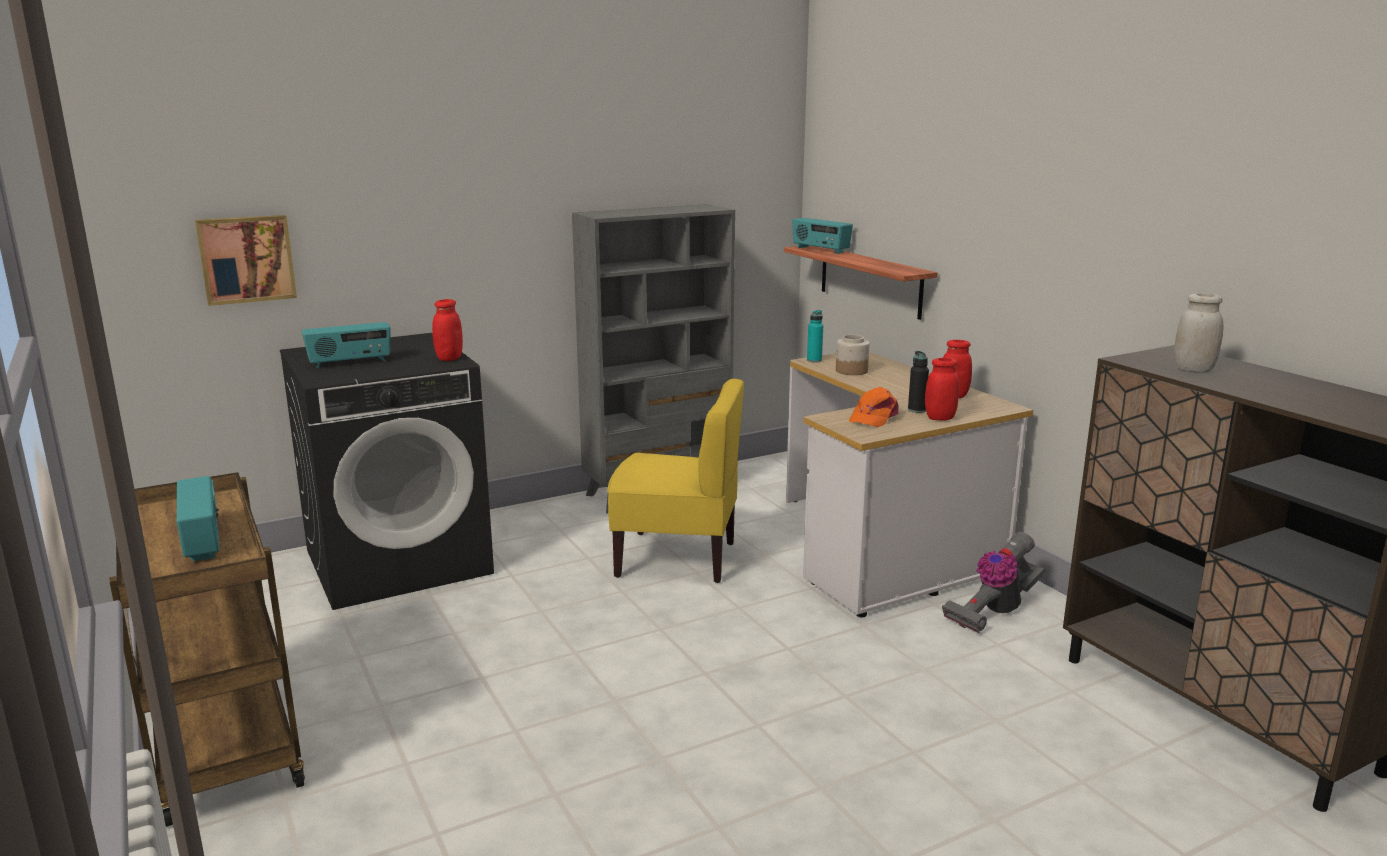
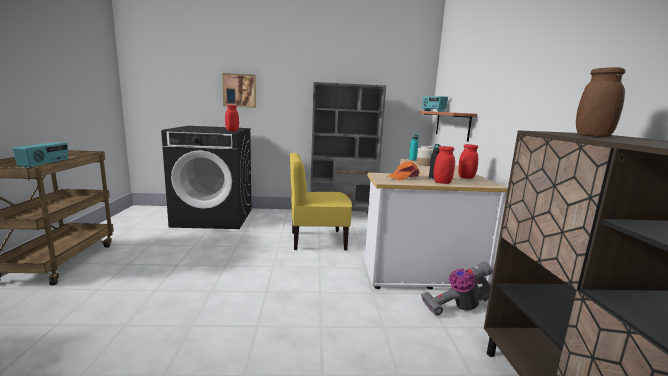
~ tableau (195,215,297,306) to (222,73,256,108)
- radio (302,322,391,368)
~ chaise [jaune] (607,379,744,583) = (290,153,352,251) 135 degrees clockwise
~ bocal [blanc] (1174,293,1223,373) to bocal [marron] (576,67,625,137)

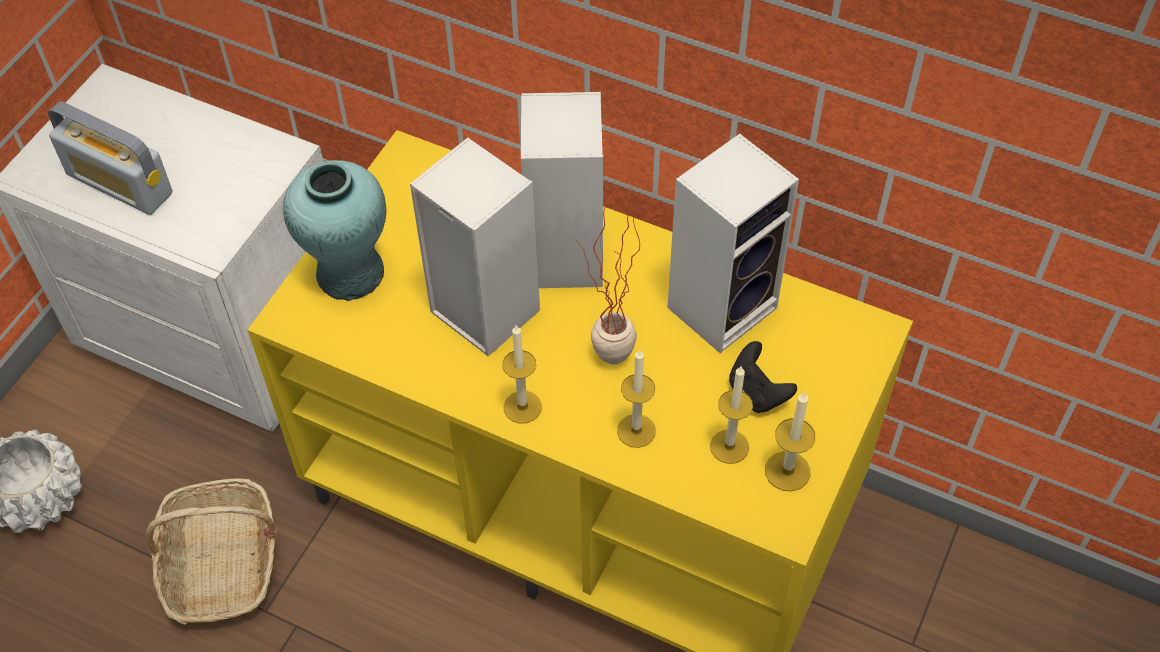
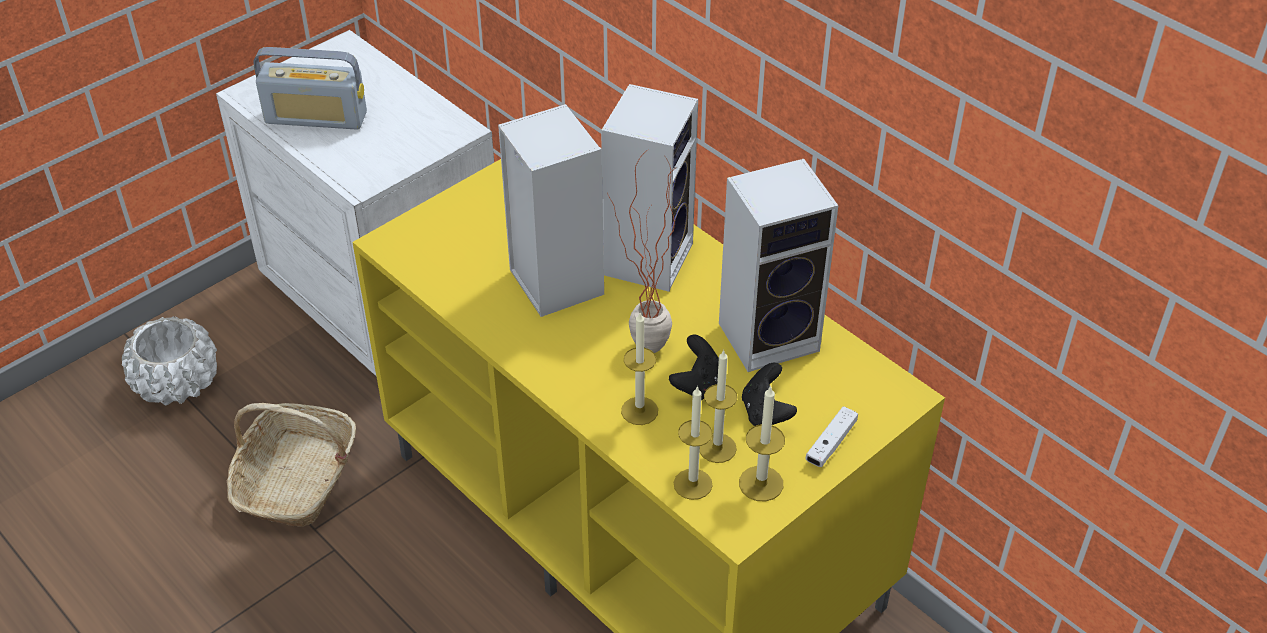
~ radio (48,101,172,215) = (253,47,367,130) 45 degrees counterclockwise
- vase [turquoise] (283,160,386,301)
~ bougie (502,325,542,424) to (674,386,713,500)
+ manette [noir] (669,335,719,401)
+ manette [blanc] (805,406,858,467)

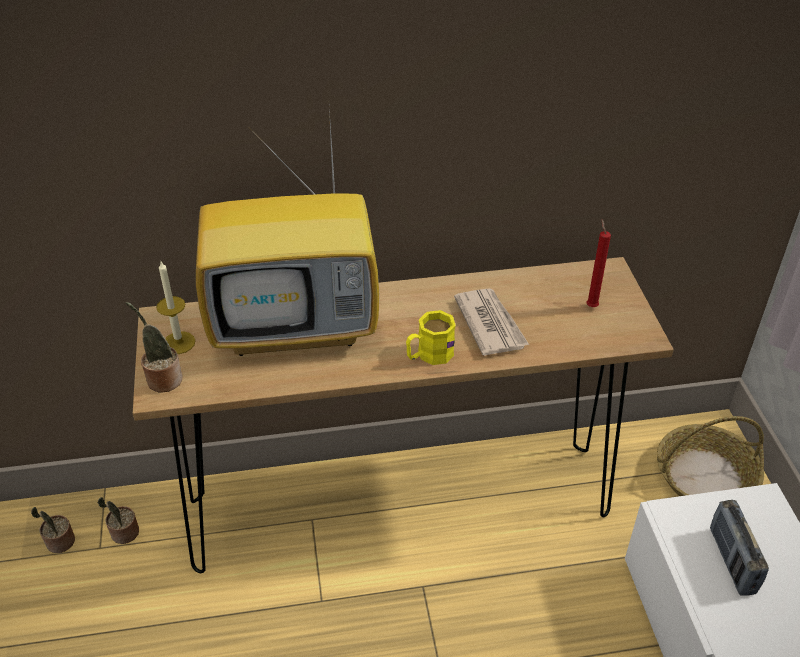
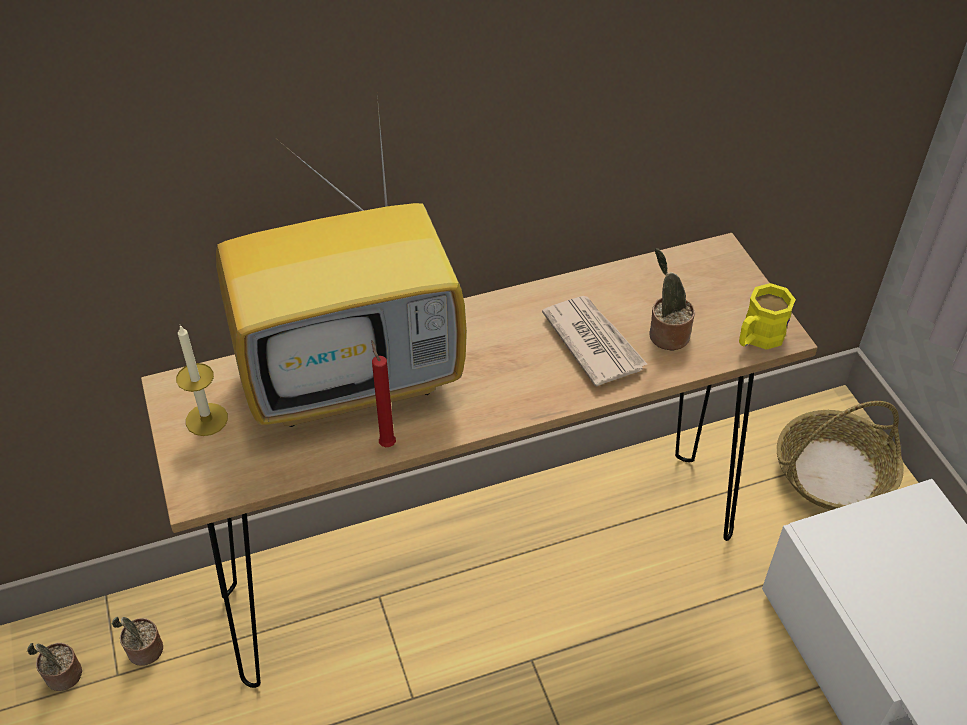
~ plante en pot (126,302,182,393) to (649,249,695,351)
~ mug [jaune] (406,310,456,365) to (739,283,796,350)
~ bougie [rouge] (586,219,611,307) to (371,341,396,447)
- radio (710,500,769,596)

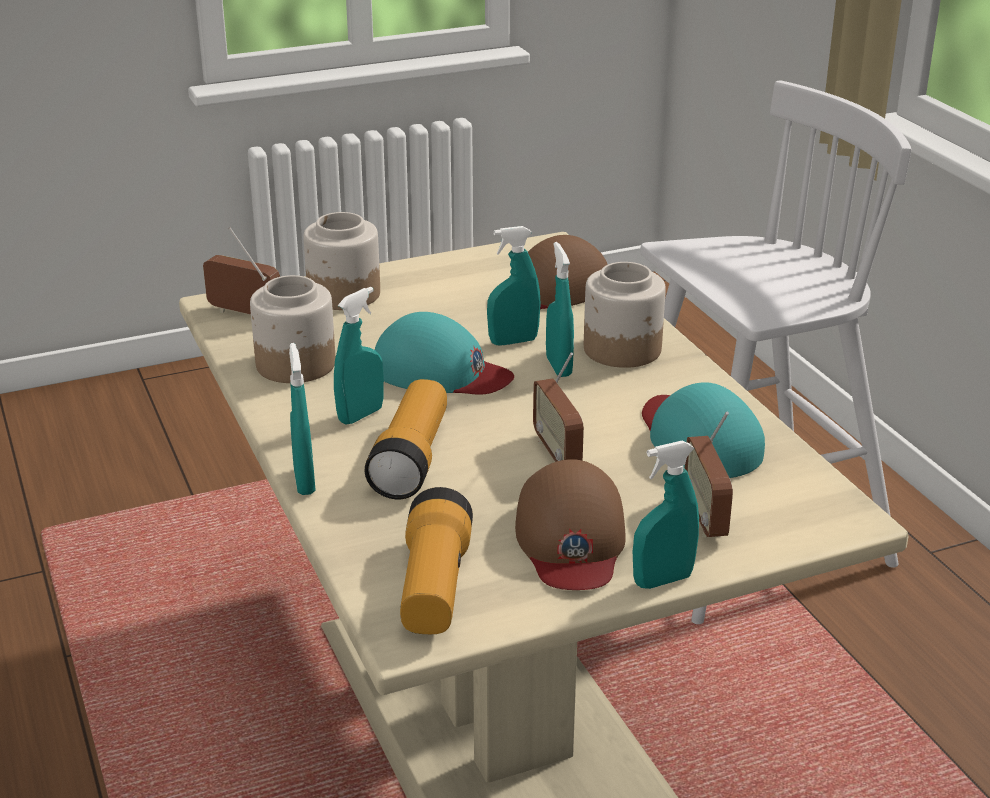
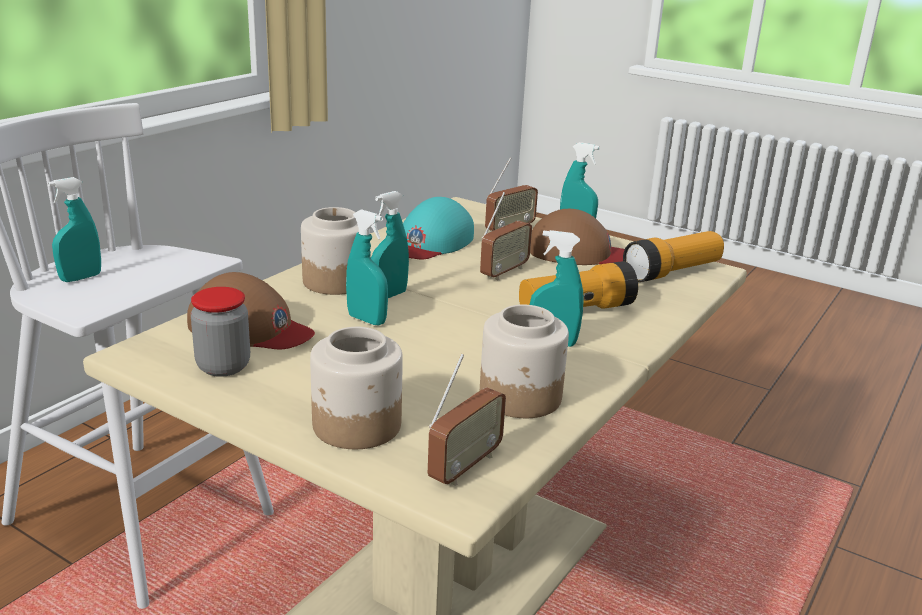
~ radio (203,228,280,315) = (428,354,506,486) 135 degrees counterclockwise
~ vaporisateur [turquoise] (289,343,316,495) to (48,177,101,282)
- casquette [turquoise] (375,312,514,395)
~ casquette [marron] (515,459,626,590) = (530,209,625,265) 45 degrees clockwise
+ bocal (191,287,250,377)

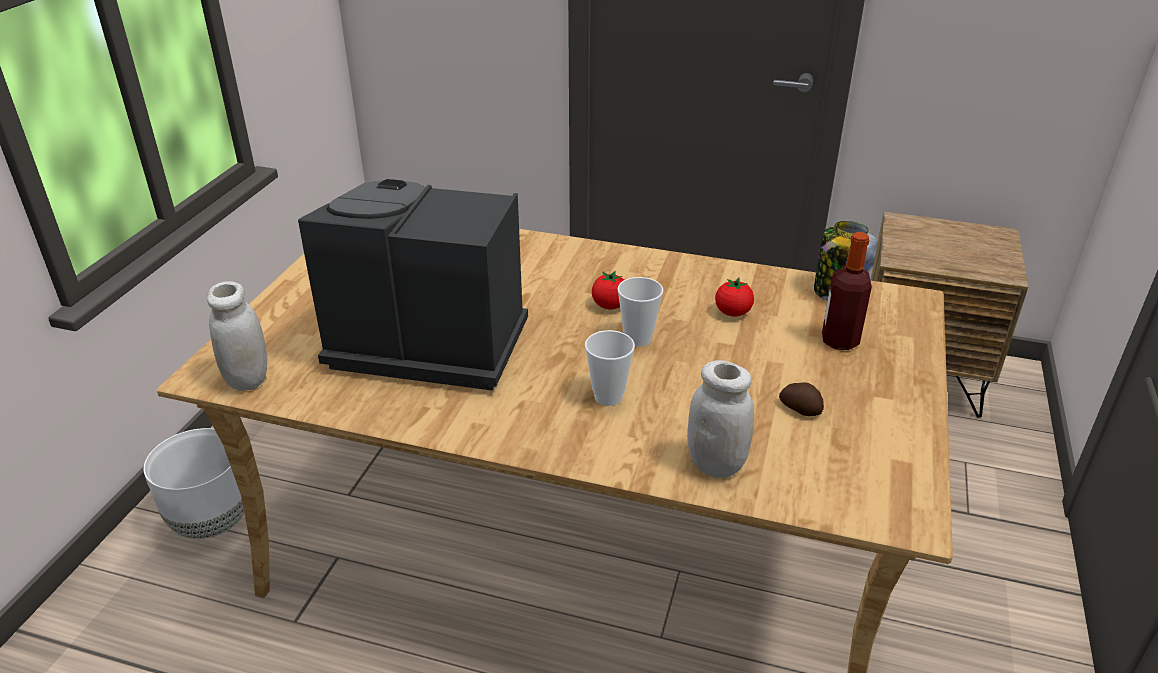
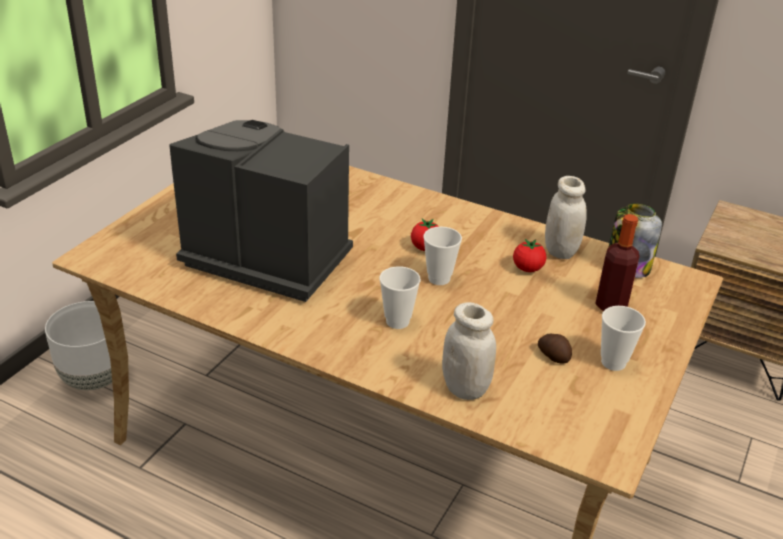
~ bocal [blanc] (207,281,267,391) to (545,176,587,259)
+ tasse (601,306,646,371)

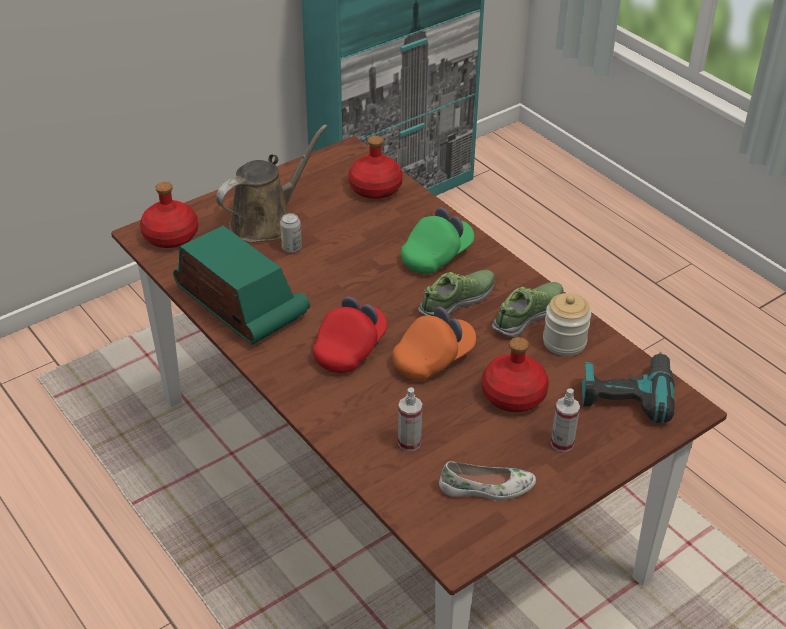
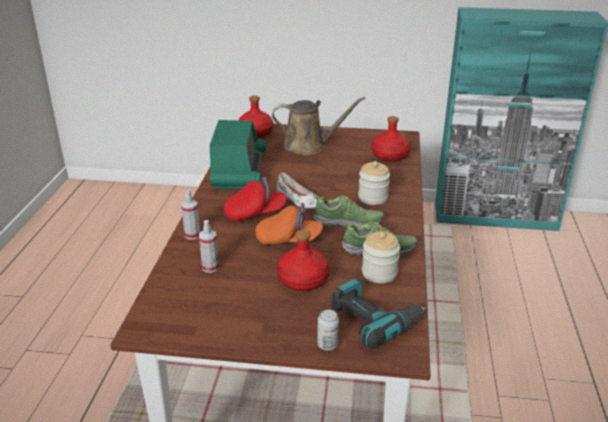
~ boîte métallique (280,213,302,253) to (317,310,339,350)
~ casquette [vert] (401,207,474,274) to bocal (358,161,390,205)
~ chaussure [blanc] (439,461,536,501) to (276,173,320,208)
~ vaporisateur (551,389,580,452) to (181,190,200,240)

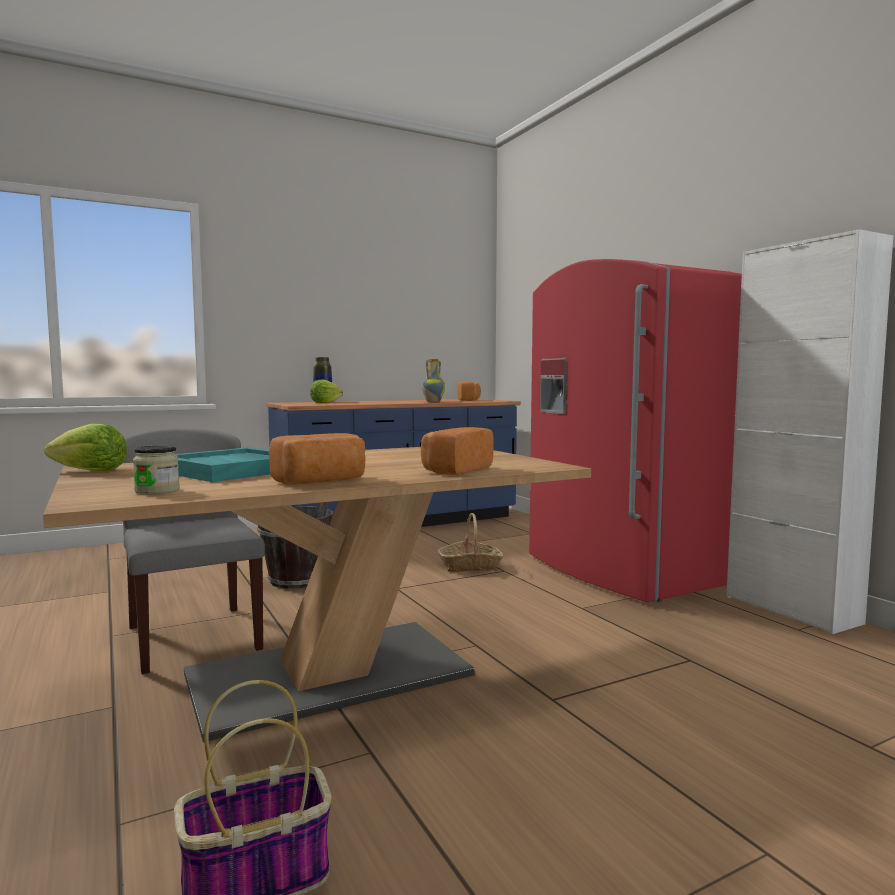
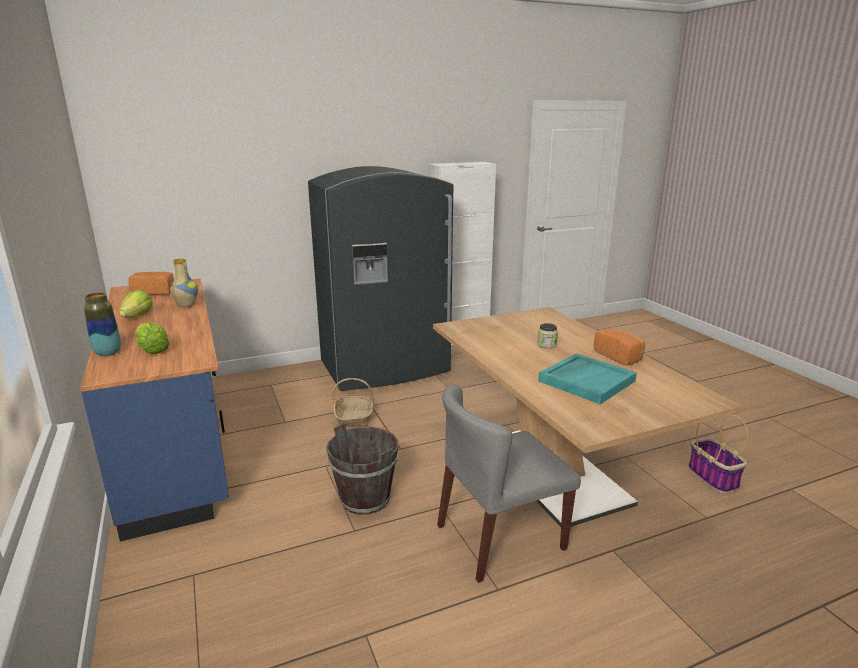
~ laitue (44,423,127,471) to (119,290,153,318)
~ bocal (133,446,180,494) to (538,323,558,348)
- pain (421,427,493,475)
~ réfrigérateur [rouge] (529,259,742,602) to réfrigérateur [gris] (308,166,453,391)

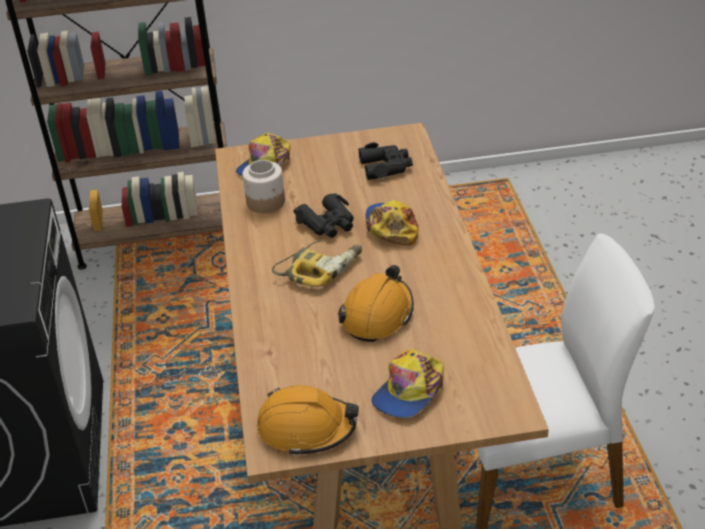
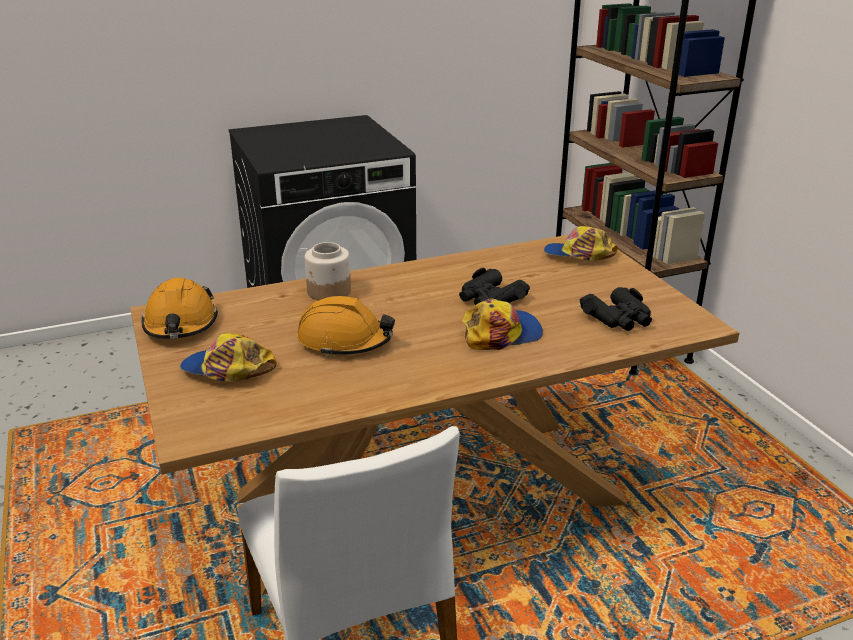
~ bocal (242,160,285,213) to (305,242,351,300)
- perceuse (272,240,362,287)

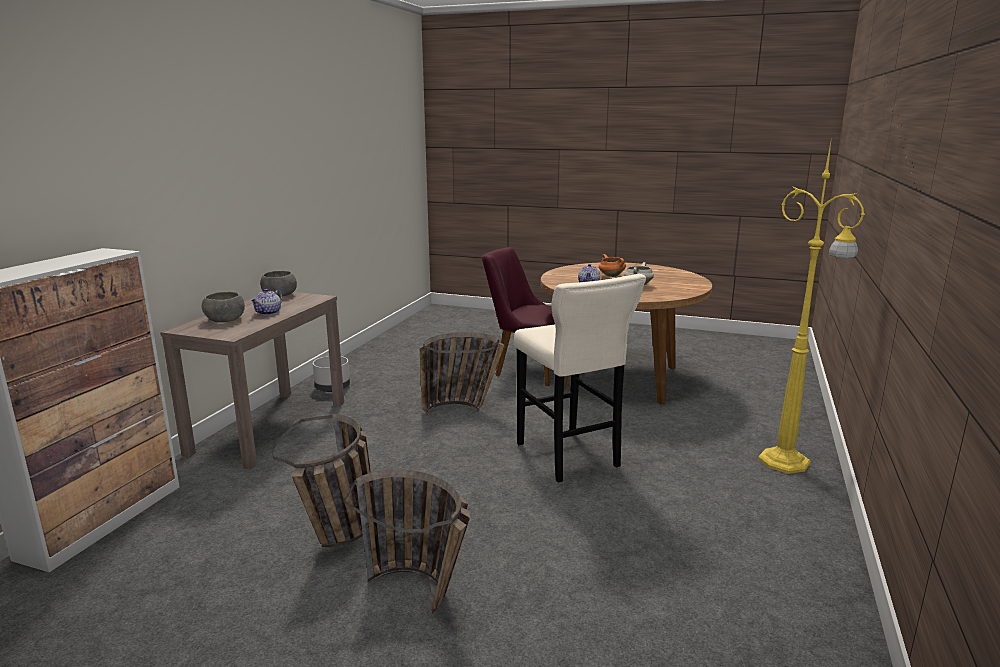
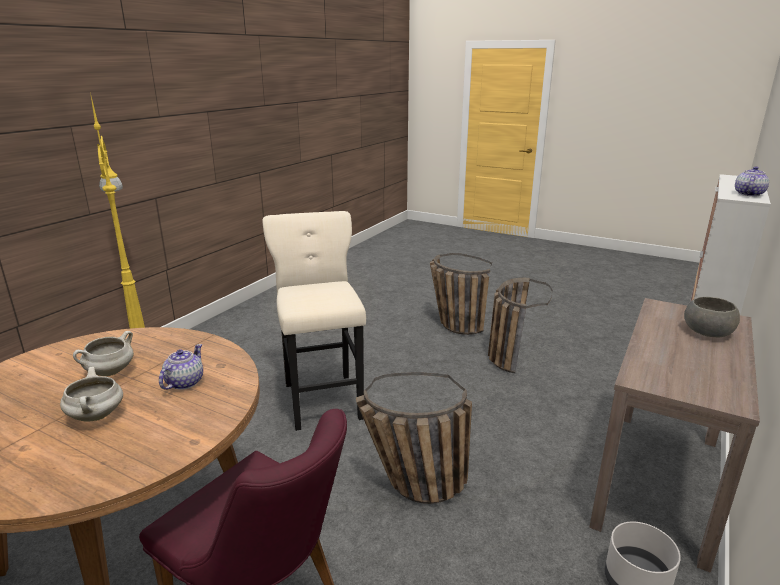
~ théière (250,289,283,315) to (735,166,769,196)
- bol [gris] (260,271,297,297)
~ marmite [orange] (599,254,626,277) to marmite [blanc] (60,367,123,422)

